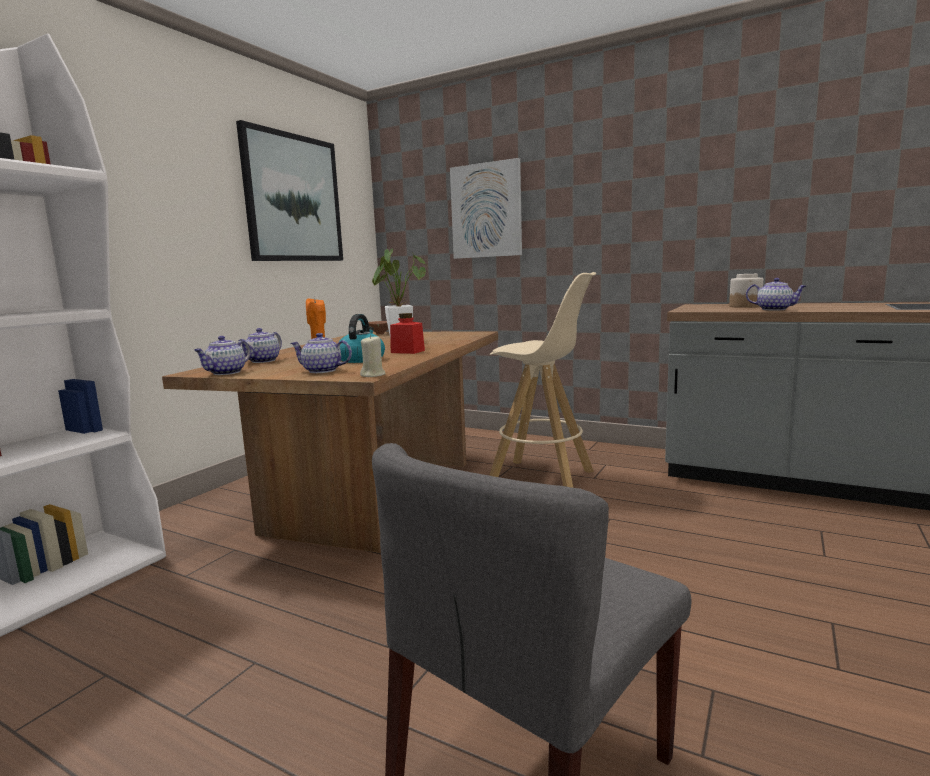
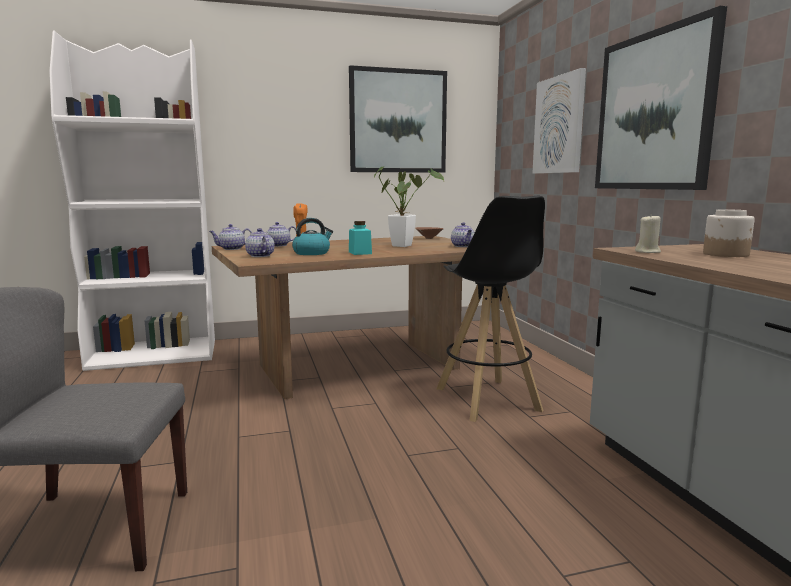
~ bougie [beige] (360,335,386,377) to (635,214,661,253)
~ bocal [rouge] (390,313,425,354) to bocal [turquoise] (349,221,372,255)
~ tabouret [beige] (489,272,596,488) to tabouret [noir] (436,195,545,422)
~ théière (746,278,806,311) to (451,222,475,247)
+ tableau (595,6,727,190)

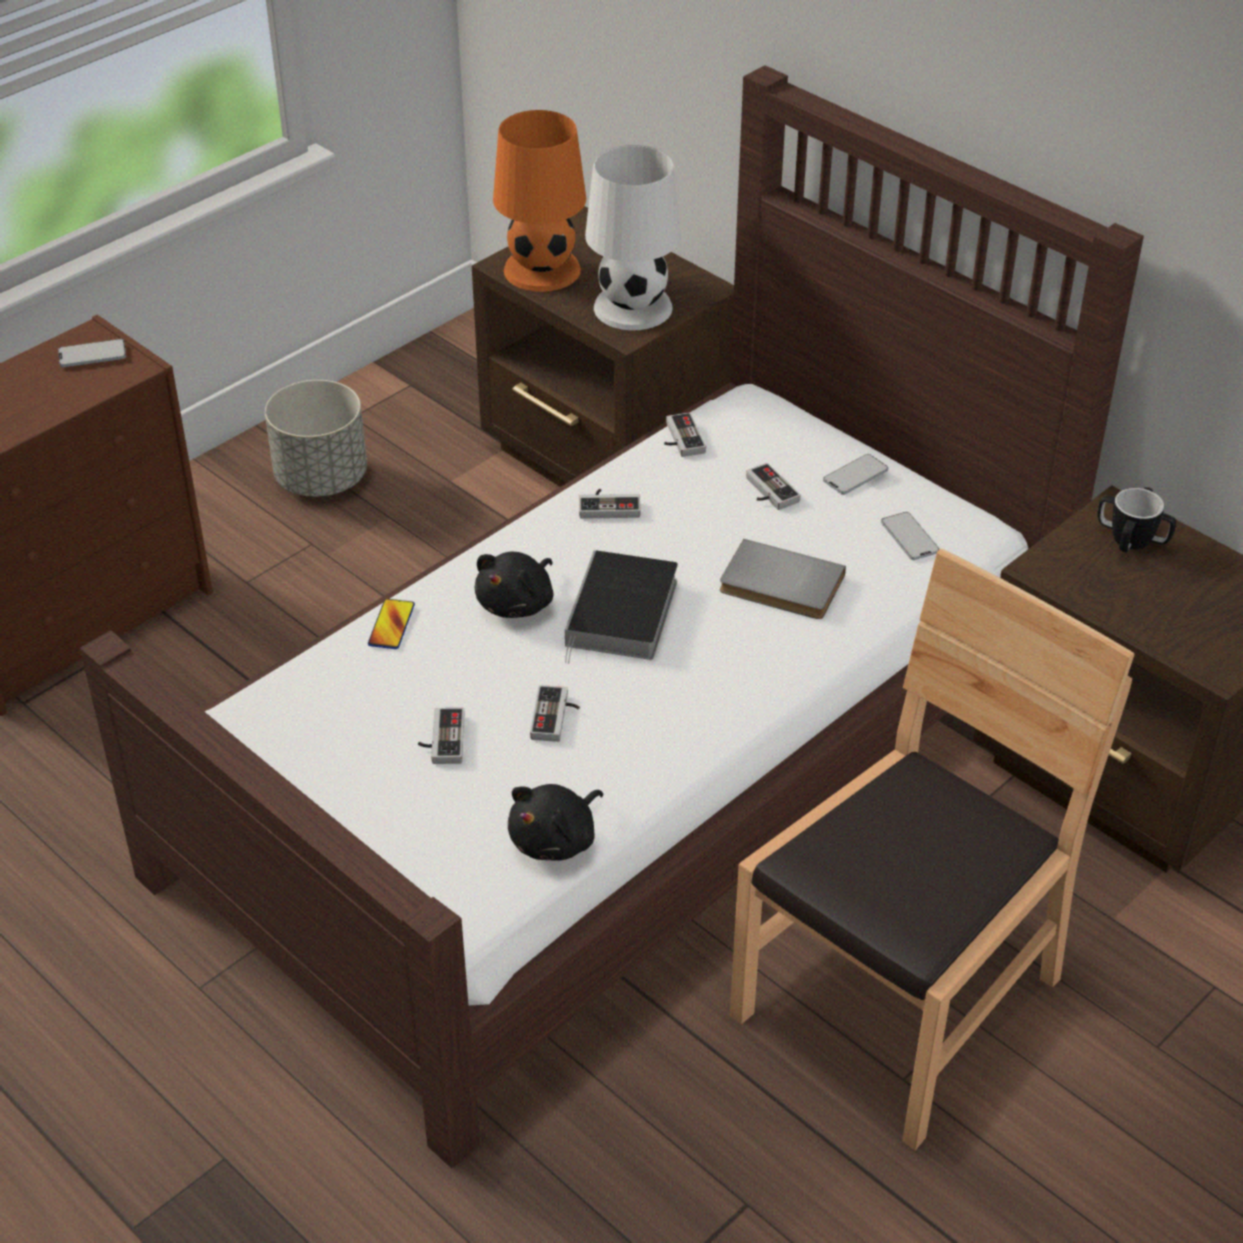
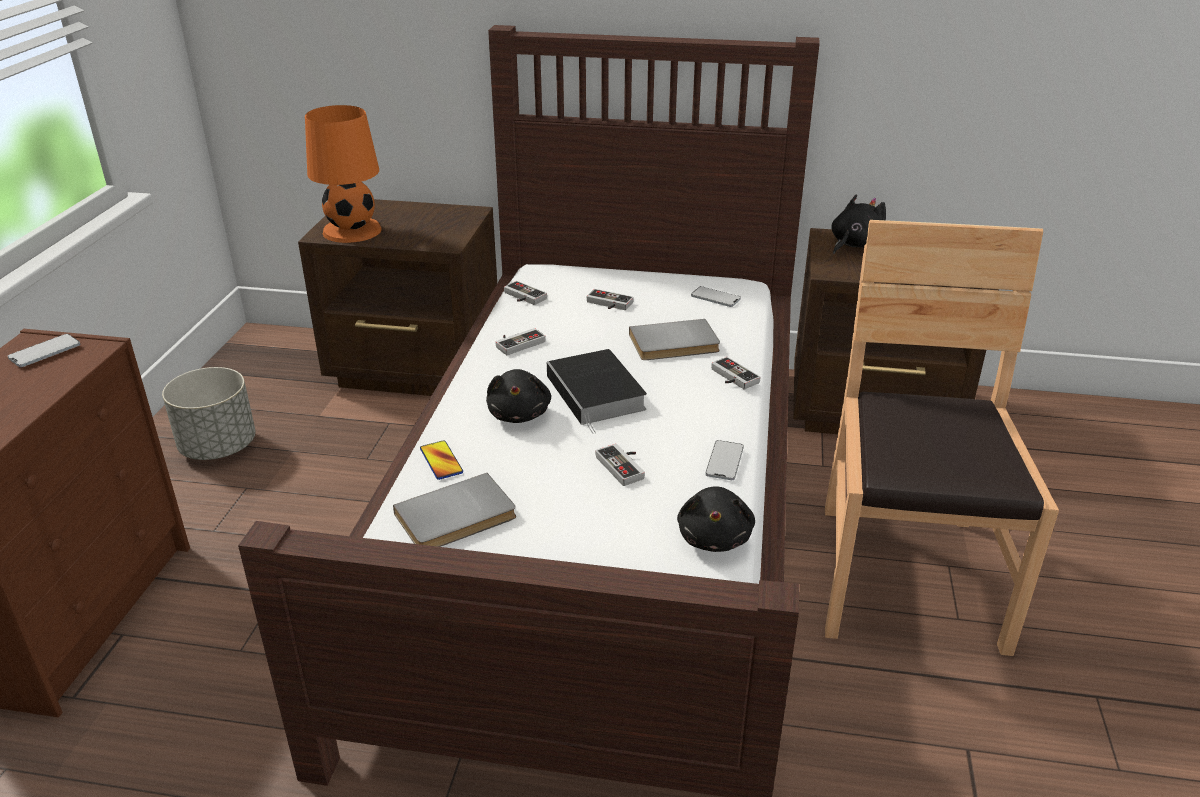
~ manette (418,708,465,764) to (711,357,760,390)
- lampe de table [blanc] (585,145,681,330)
~ téléphone (823,454,888,495) to (705,440,744,480)
~ mug (1097,487,1176,552) to peluche [noir] (831,195,886,254)
+ livre [gris] (393,473,516,547)

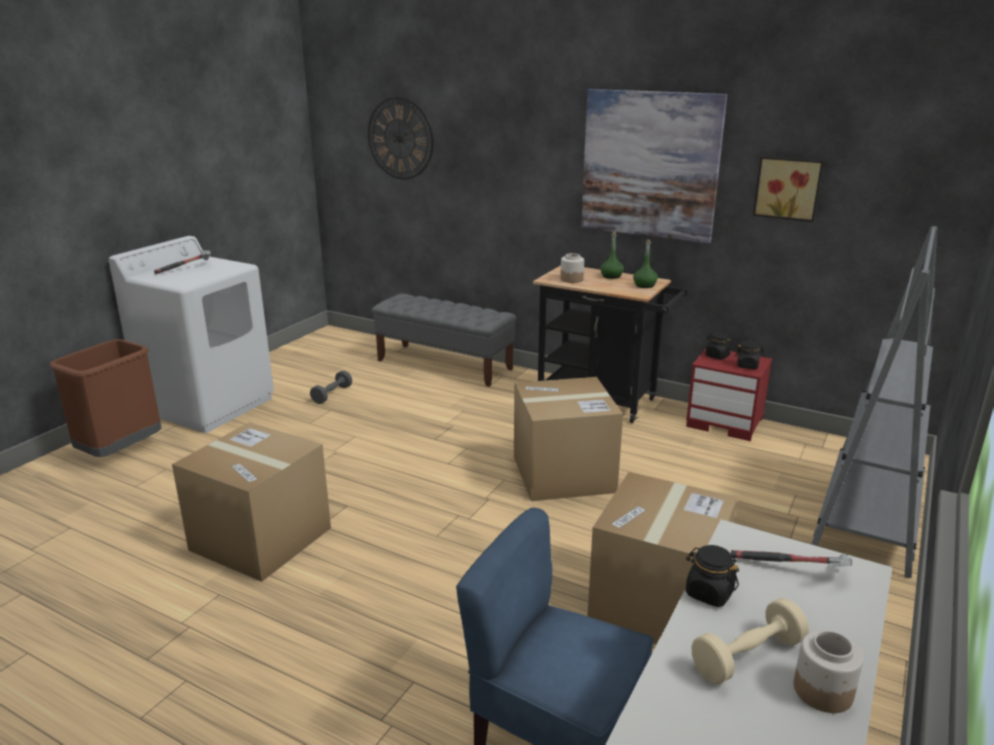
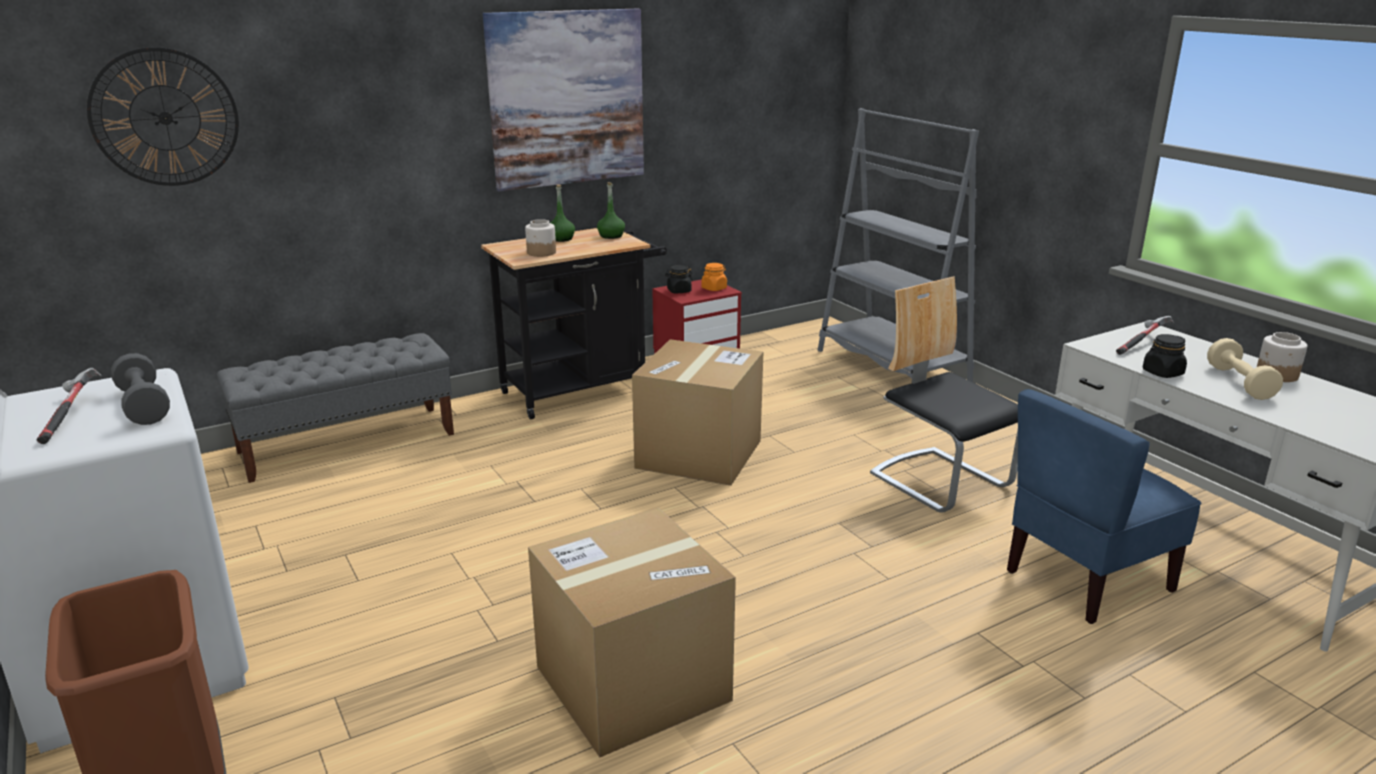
~ haltère [gris] (310,370,352,404) to (111,353,170,425)
~ carton (587,472,738,644) to chaise (870,276,1018,513)
~ bocal [noir] (735,341,764,369) to bocal [orange] (701,263,727,291)
- tableau (753,157,823,222)

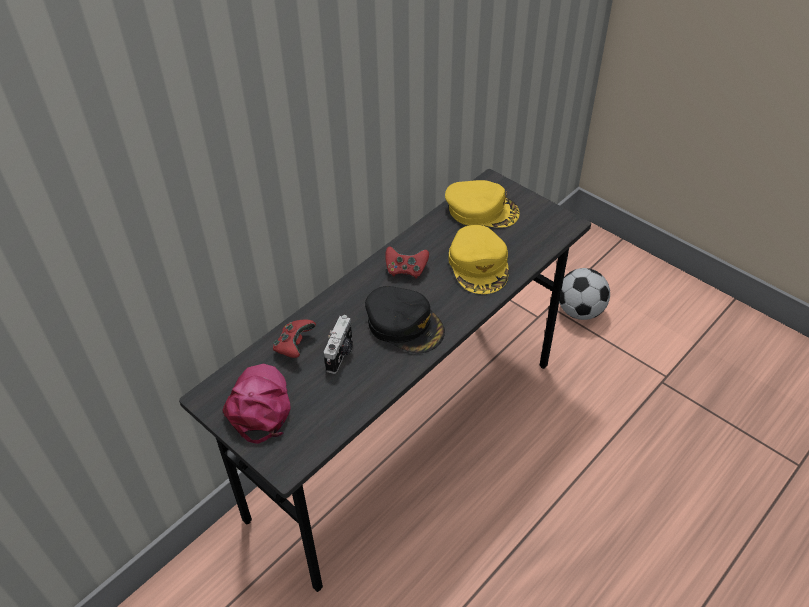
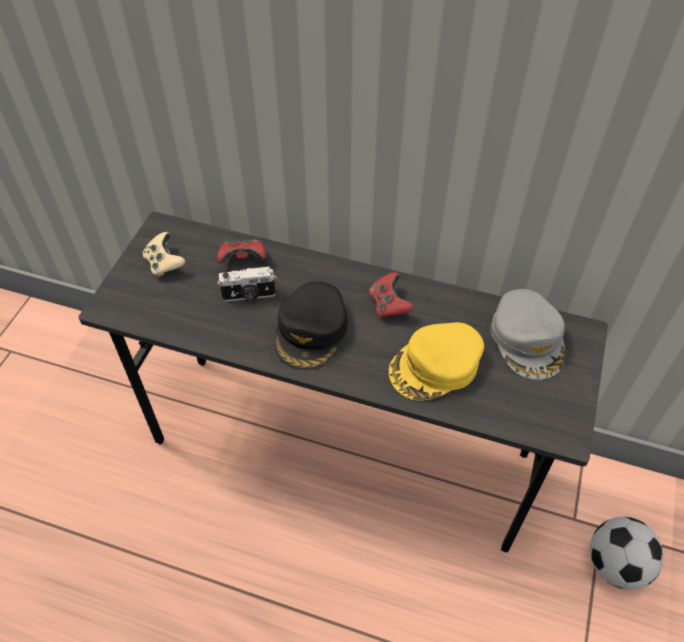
~ casquette [rose] (222,363,290,444) to manette [beige] (143,232,185,277)
~ casquette [jaune] (445,180,520,228) to casquette [gris] (491,289,565,380)

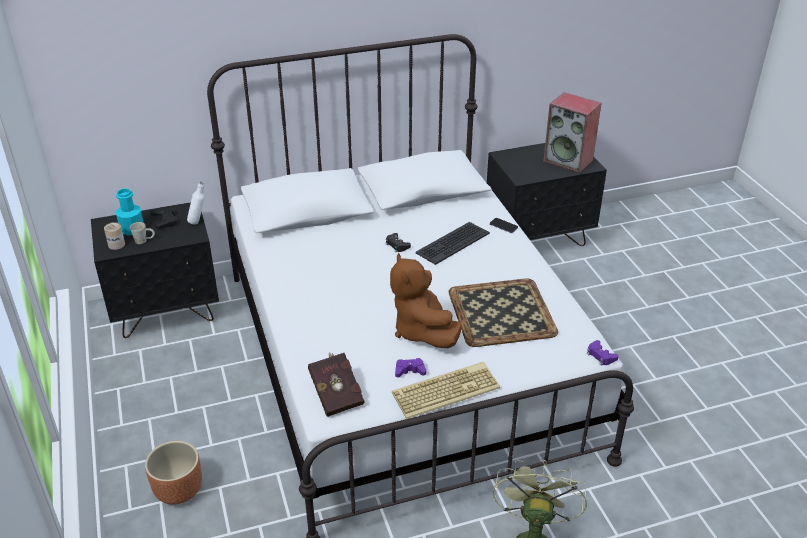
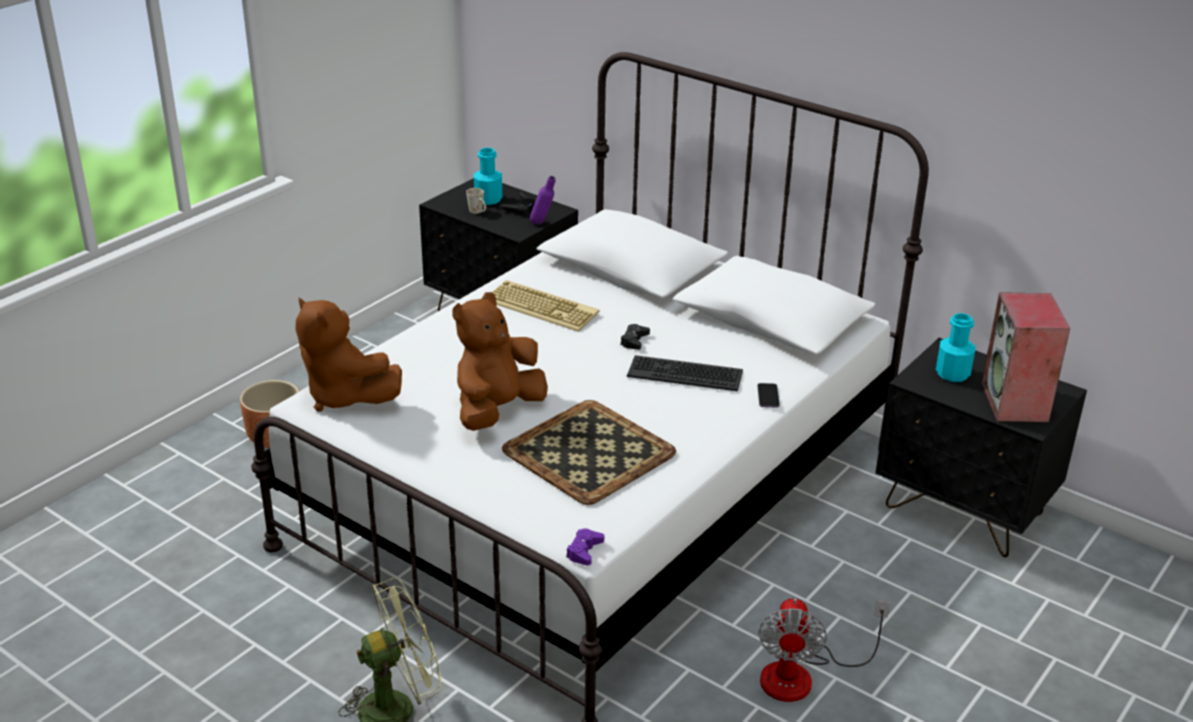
- boîte métallique (104,222,125,250)
~ bouteille [blanc] (187,182,205,225) to bouteille [violet] (530,176,556,225)
~ livre [rouge] (308,352,364,417) to peluche [marron] (296,297,402,412)
~ clavier (392,362,500,419) to (492,280,599,332)
- manette [violet] (395,358,426,377)
+ ventilateur (758,598,890,702)
+ bouteille [turquoise] (936,313,976,382)

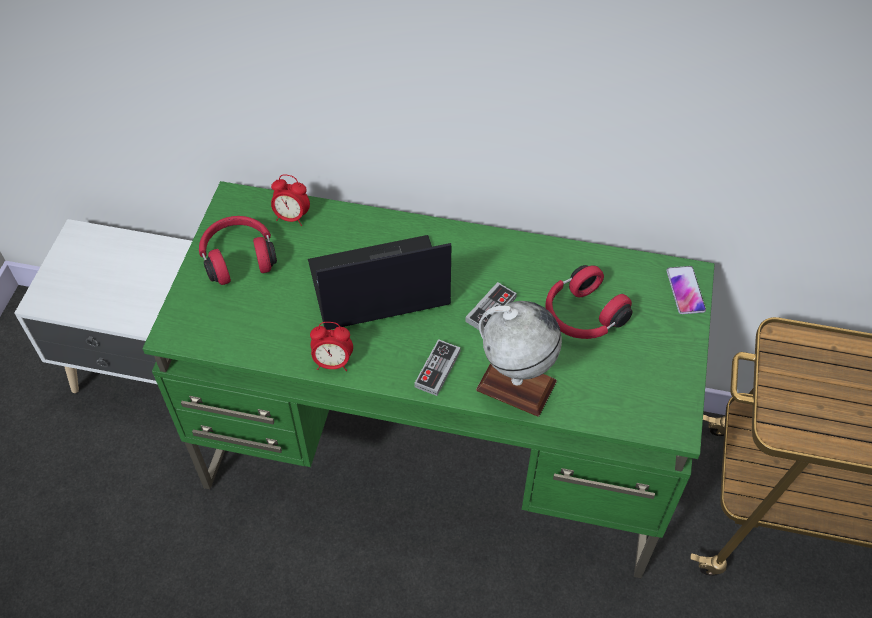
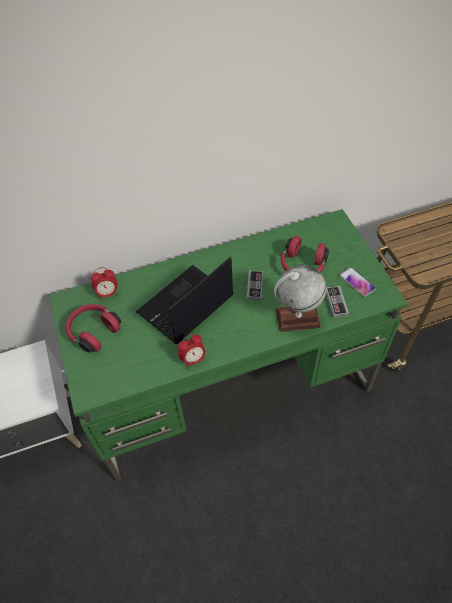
~ manette (414,339,460,396) to (326,286,349,318)
~ téléphone (666,266,706,314) to (340,267,376,297)

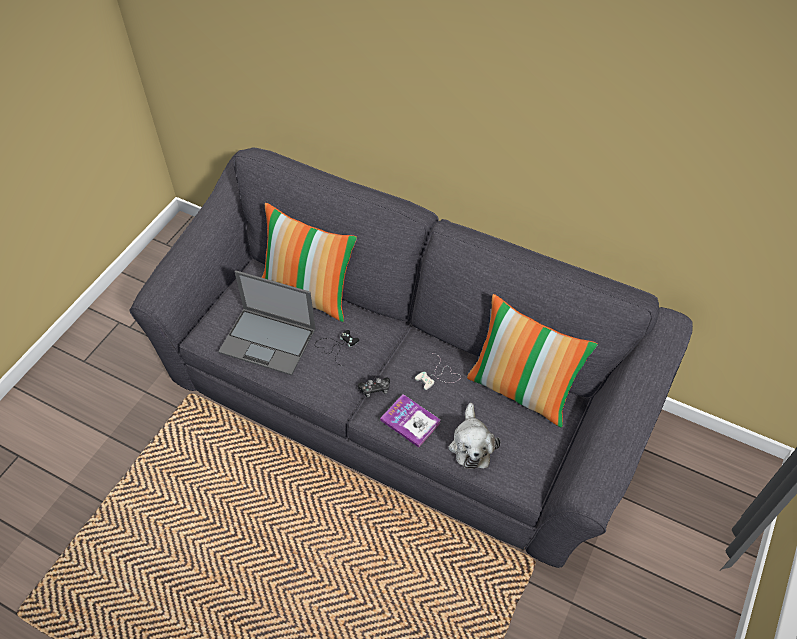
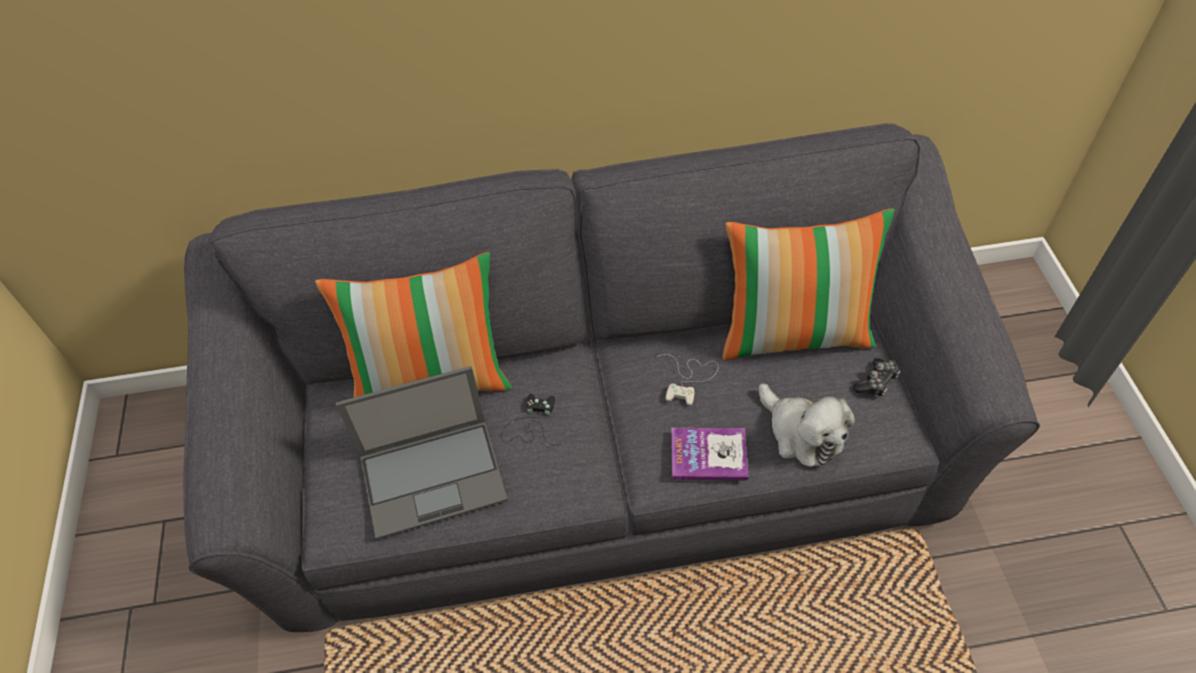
~ manette (358,377,390,398) to (853,358,900,396)

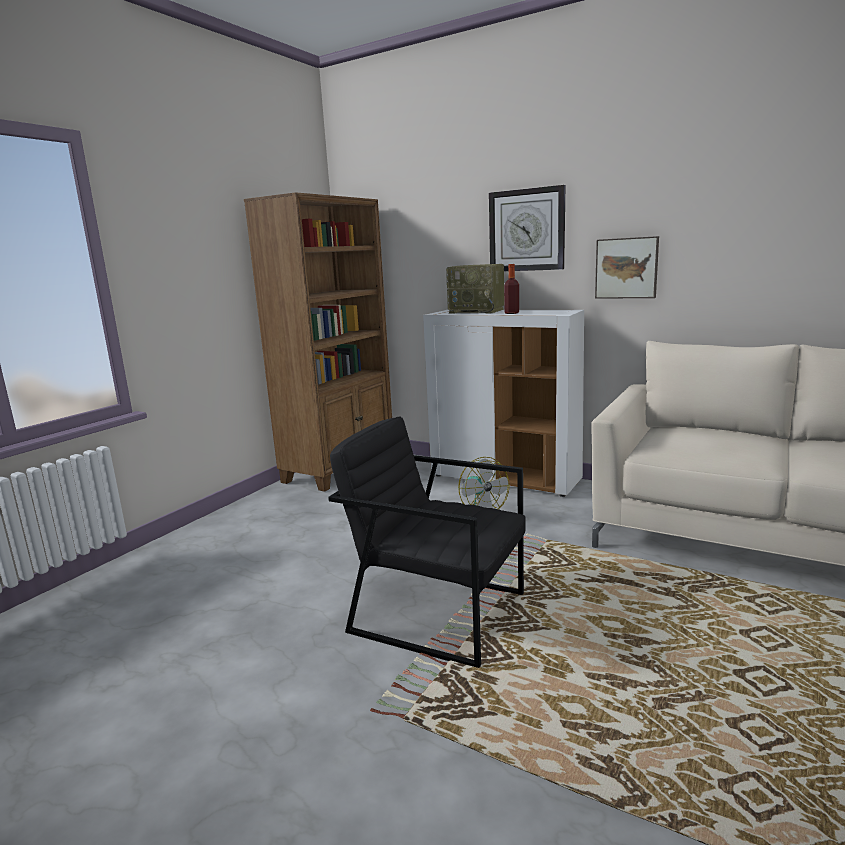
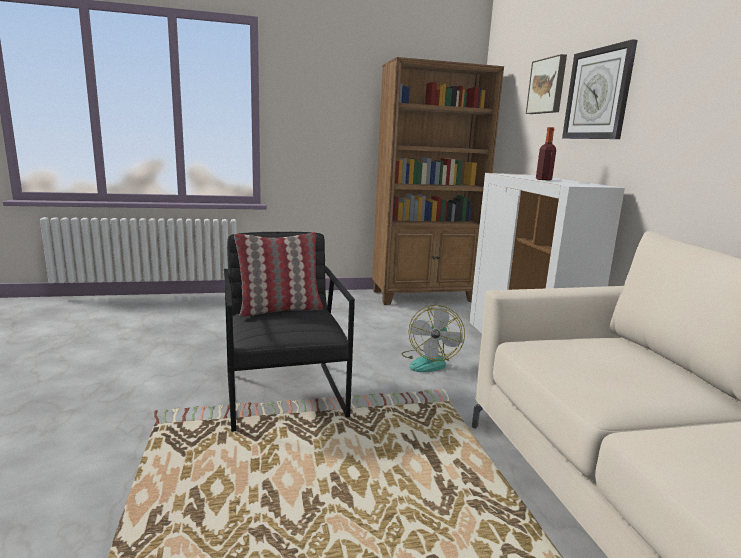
- radio (446,264,504,314)
~ tableau (595,236,659,299) to (526,54,567,114)
+ coussin (234,232,323,317)

